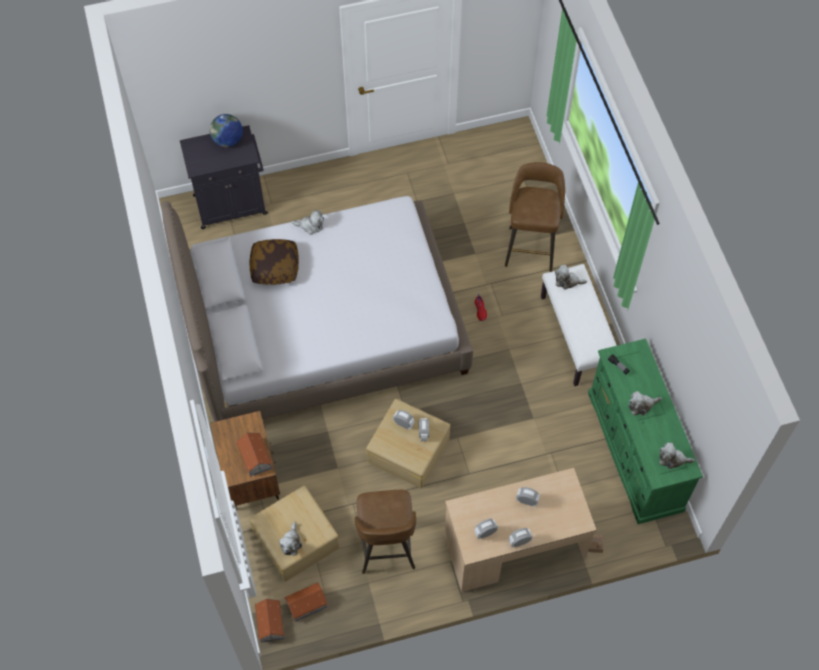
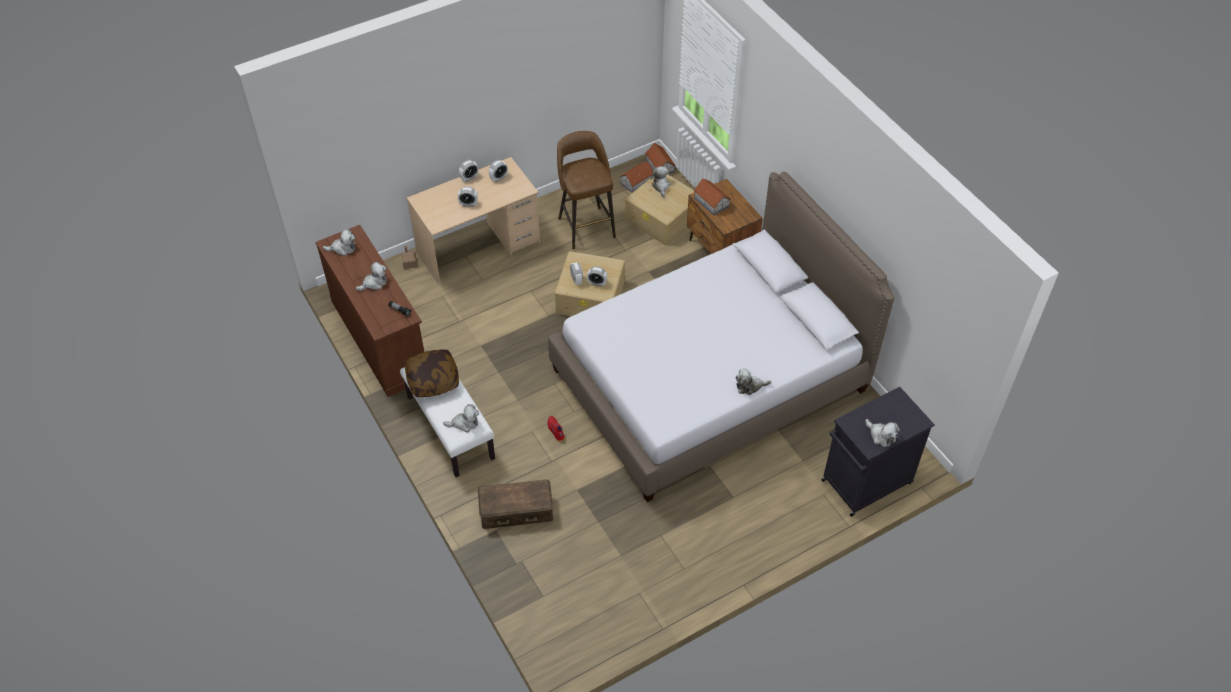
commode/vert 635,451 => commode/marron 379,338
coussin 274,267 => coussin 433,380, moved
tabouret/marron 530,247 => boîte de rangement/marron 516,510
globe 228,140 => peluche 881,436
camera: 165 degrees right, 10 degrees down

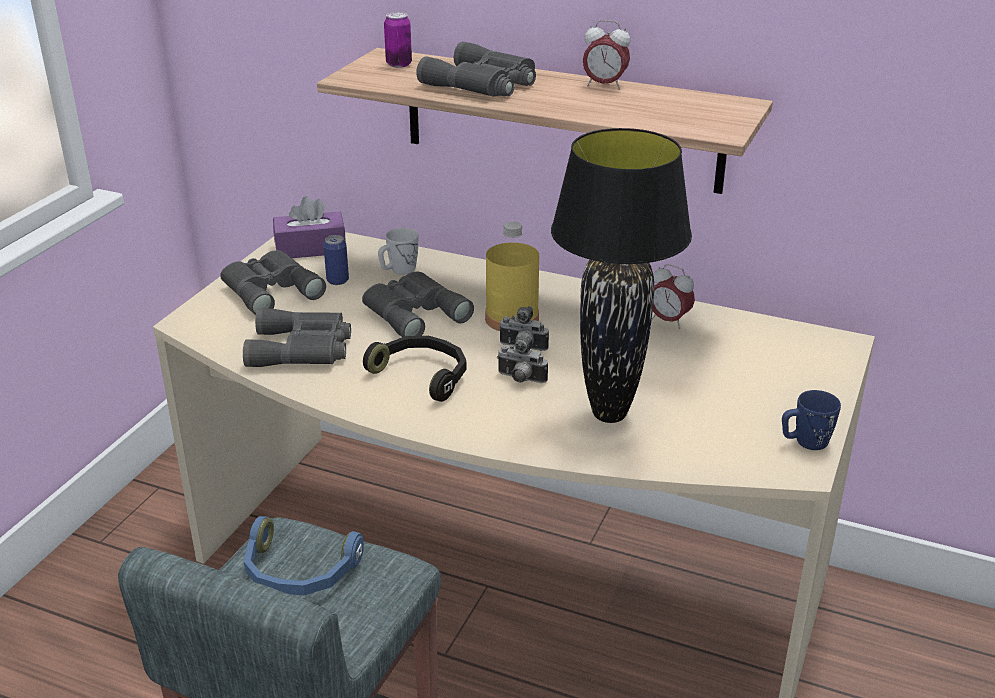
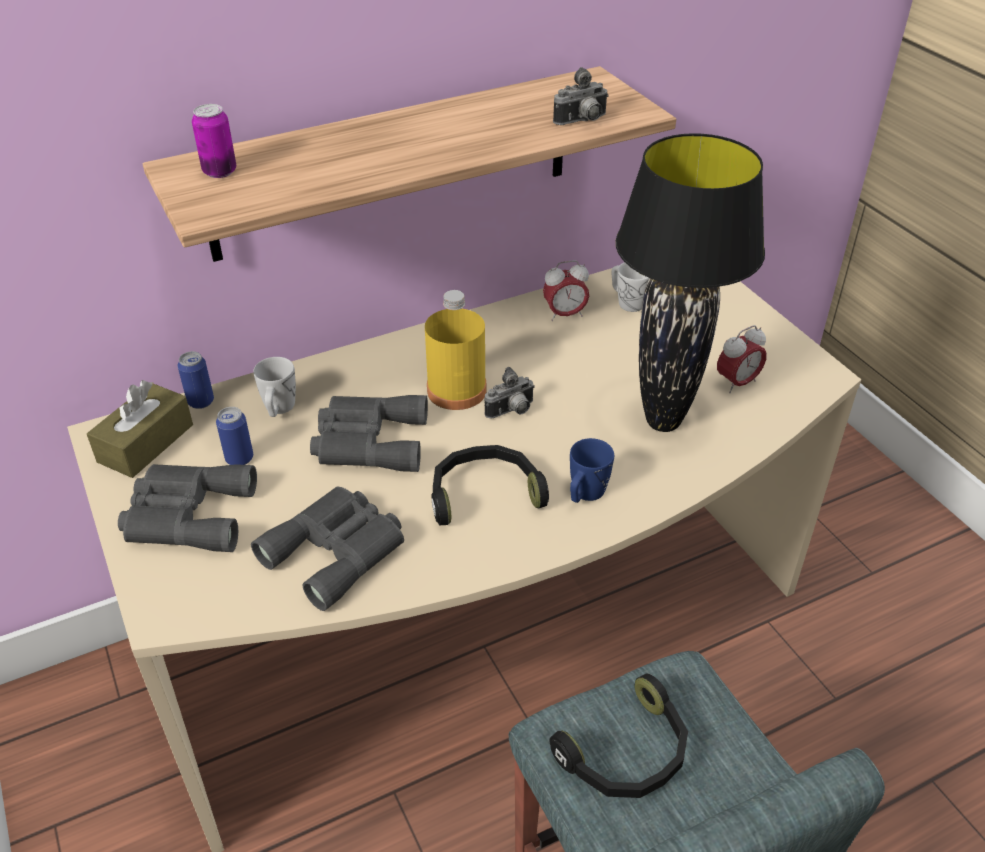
boîte à mouchoirs/violet 310,248 => boîte à mouchoirs/marron 146,443
nothing => boîte métallique 201,401
casque audio/bleu 298,572 => casque audio/noir 627,754
appareil photo 520,379 => appareil photo 582,122, moved
mug/bleu 805,442 => mug/bleu 585,494, moved
nothing => mug/blanc 627,302
réveil 604,85 => réveil 737,383, moved
jumelles/gris 482,84 => nothing
camera: 50 degrees left, 10 degrees up

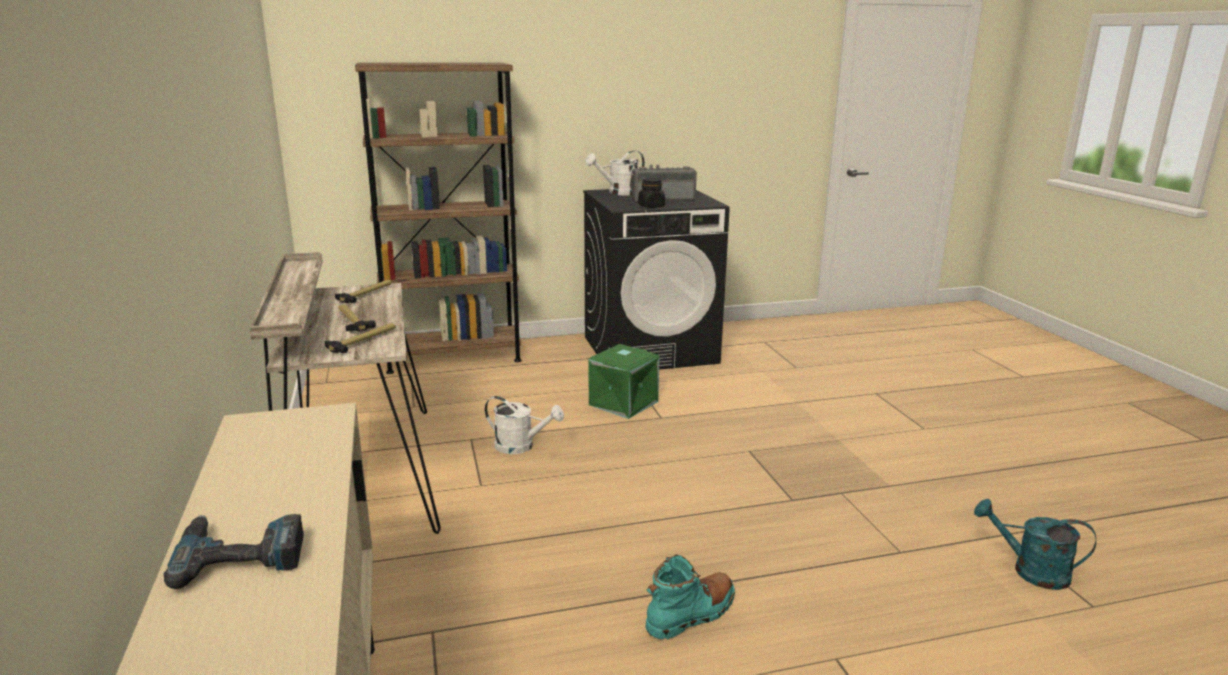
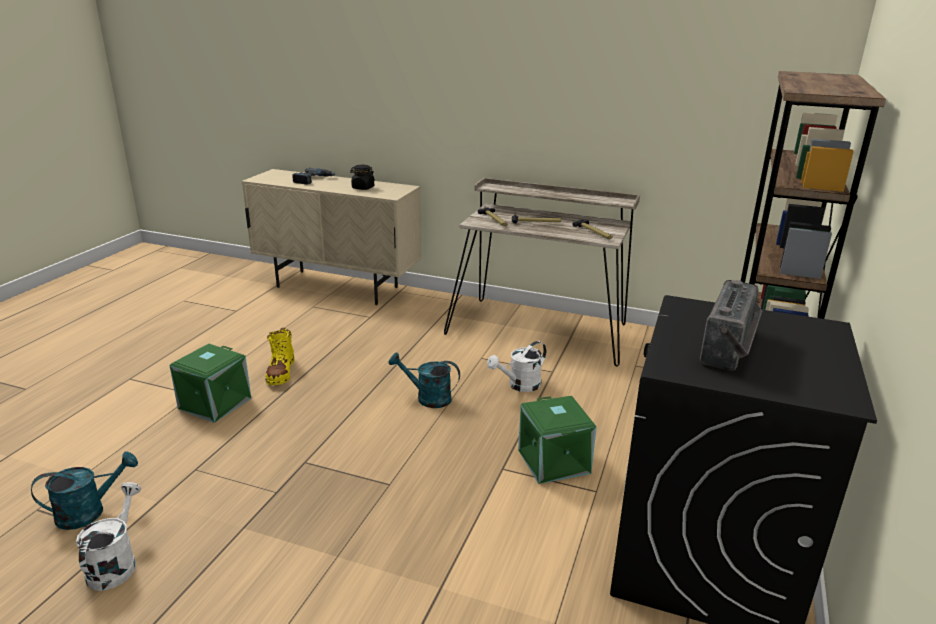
arrosoir/blanc 619,193 => arrosoir/blanc 116,564, moved
nothing => boîte de rangement/vert 215,404
botte/turquoise 691,614 => botte/jaune 281,372
bocal/noir 651,206 => bocal/noir 363,188, moved
nothing => arrosoir/turquoise 427,398
camera: 125 degrees right, 5 degrees up

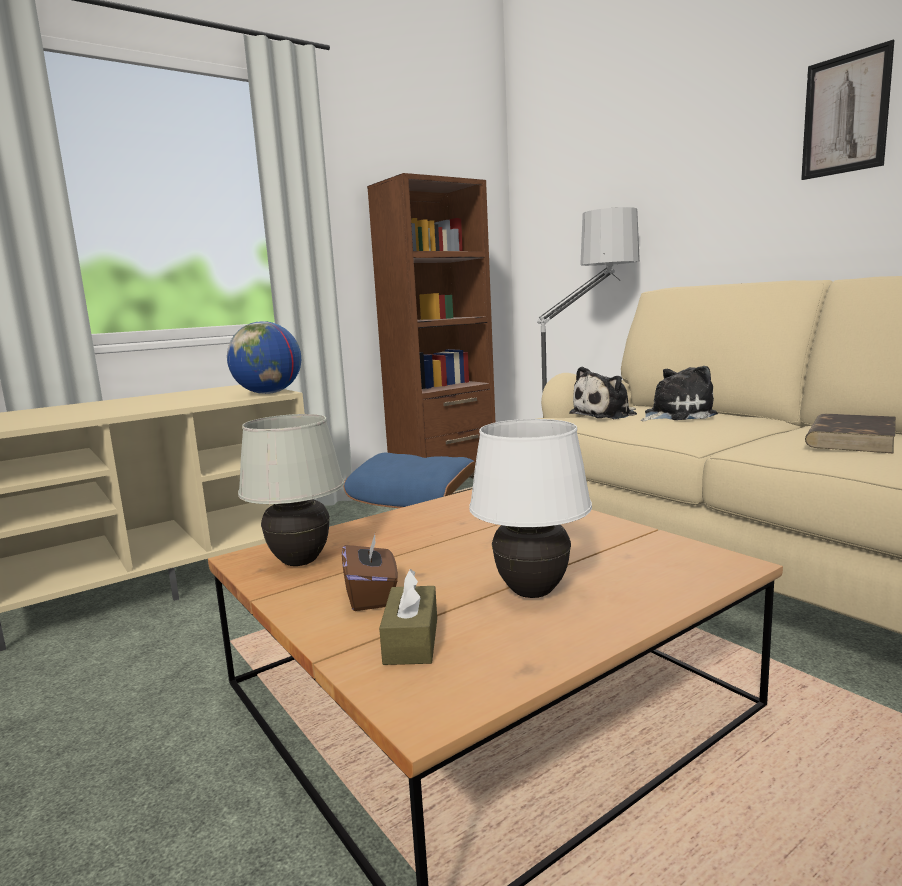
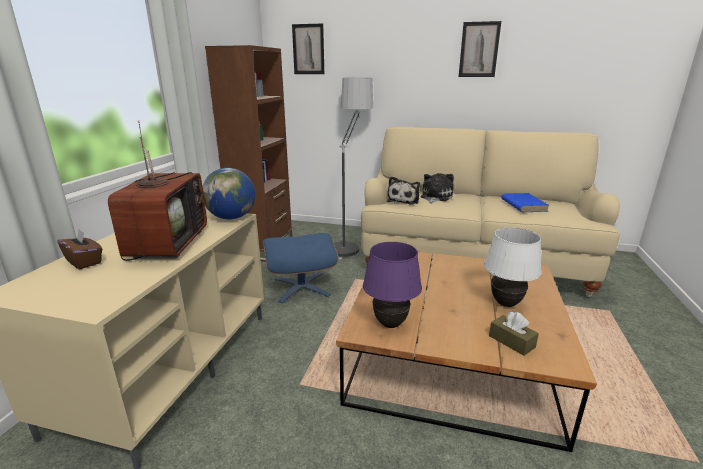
boîte à mouchoirs/marron 372,595 => boîte à mouchoirs/marron 84,261, moved
nothing => téléviseur 167,243
nothing => tableau 308,49
lampe de table/blanc 300,562 => lampe de table/violet 390,324
livre/marron 850,439 => livre/bleu 523,205
camera: 40 degrees left, 10 degrees up

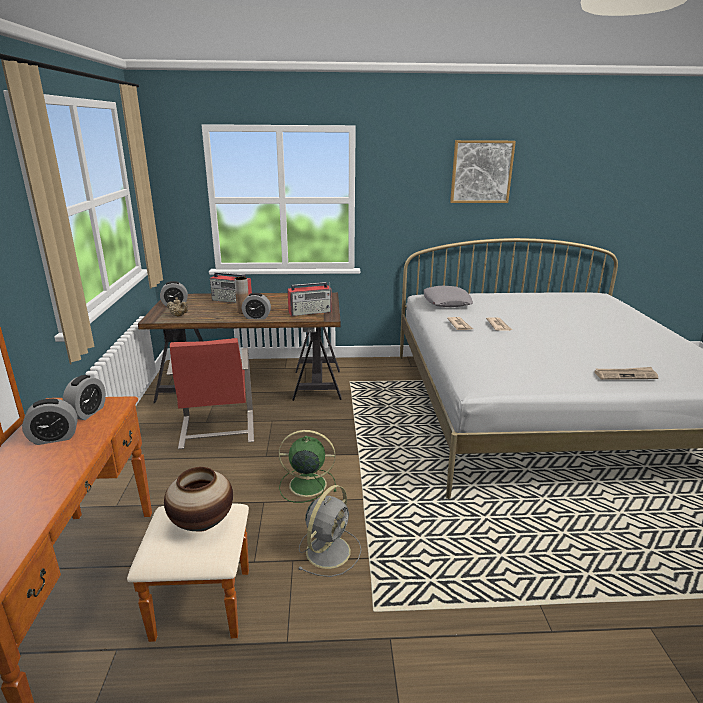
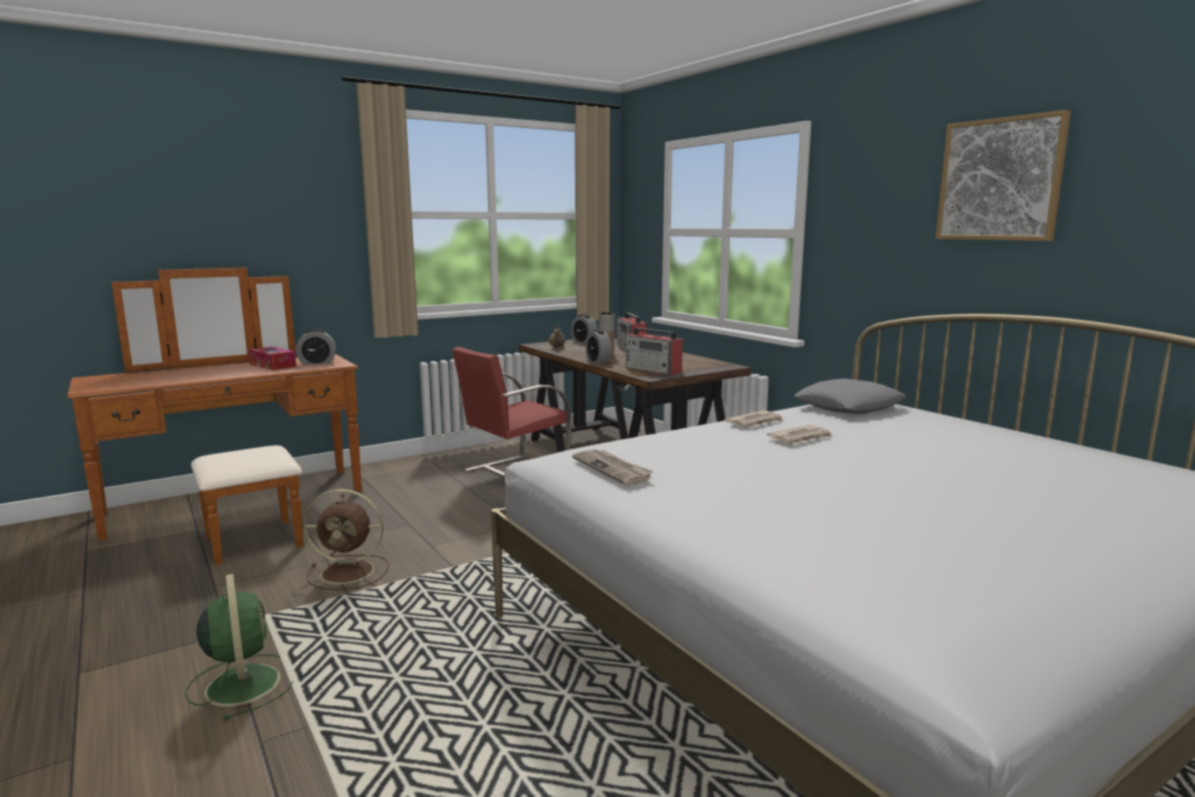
ventilateur/vert 306,485 => ventilateur/vert 242,683, moved
réveil 54,438 => boîte à mouchoirs 273,365
ventilateur/gris 329,550 => ventilateur/marron 350,572
journal 625,375 => journal 612,469, moved
vase 202,523 => nothing
camera: 60 degrees right, 10 degrees down

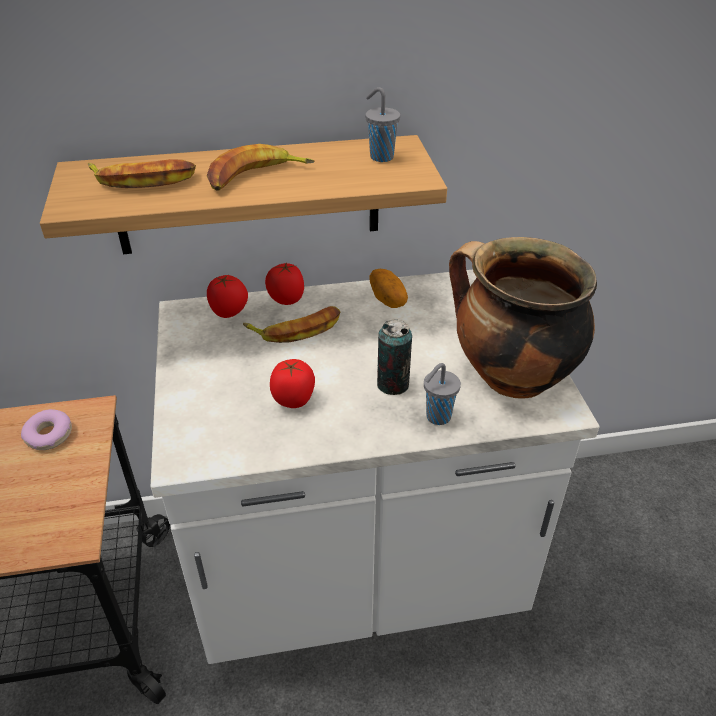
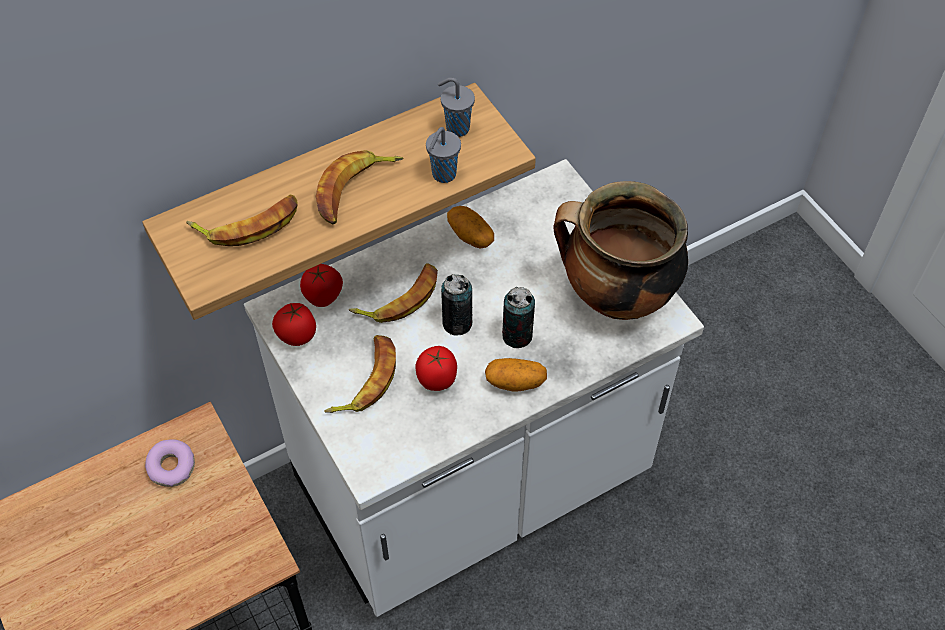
tomate 286,300 => tomate 297,336, moved
nothing => banane 366,380
tasse/gris 437,417 => tasse/gris 443,175, moved
nothing => boîte métallique 457,323
nothing => pomme de terre 515,382
camera: 20 degrees left, 15 degrees up

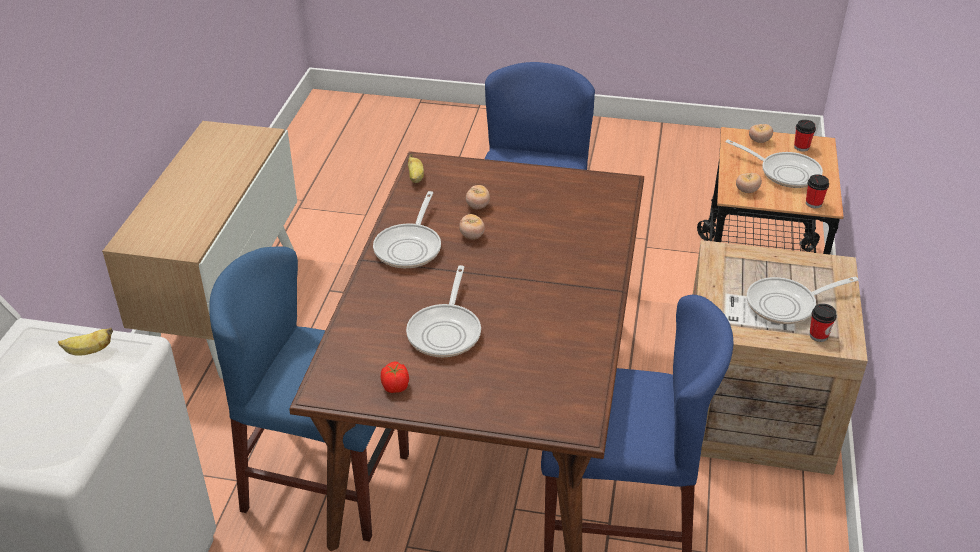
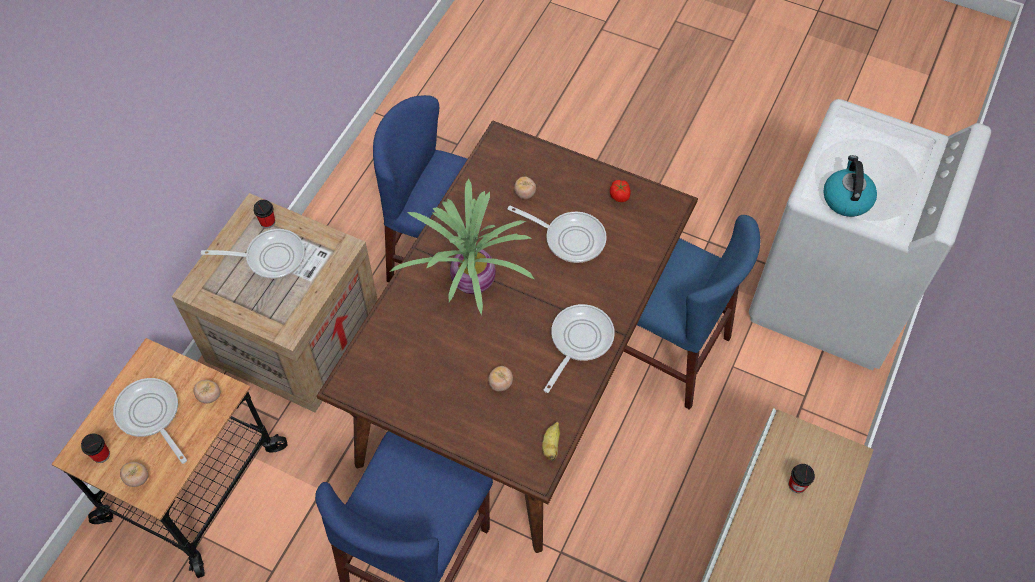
nothing => plante en pot 470,280
poêle 446,331 => poêle 570,238, 90 degrees clockwise
tomate 472,236 => tomate 525,194, moved
tasse 813,203 => tasse 797,485, moved
banane 88,351 => bouilloire 846,198
camera: 165 degrees left, 20 degrees up

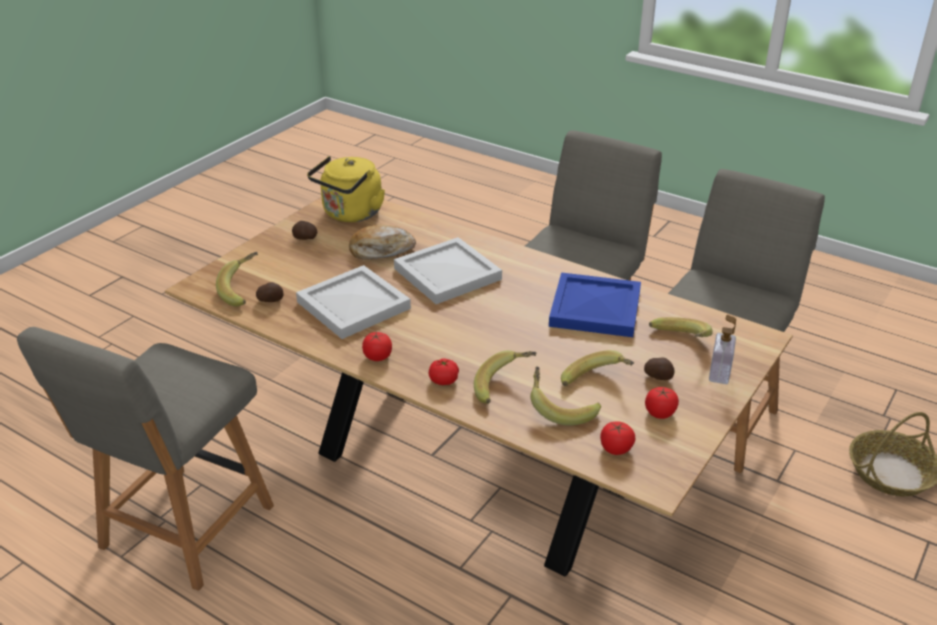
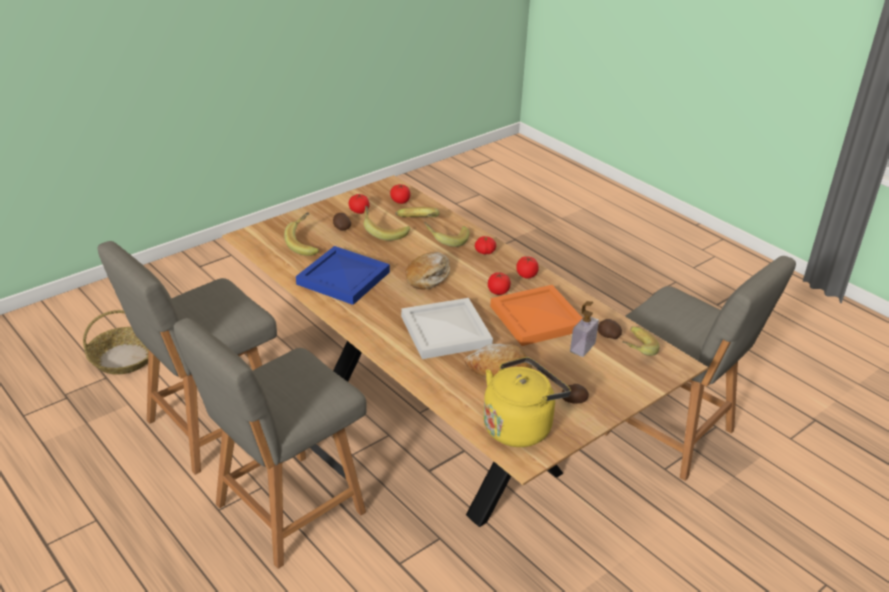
nothing => pain 428,276
nothing => tomate 498,291
plateau/blanc 354,304 => plateau/orange 536,319
distributeur de savon 719,373 => distributeur de savon 582,348, moved
chaise/gris 183,531 => chaise/gris 672,434, 90 degrees clockwise
camera: 165 degrees left, 0 degrees up

